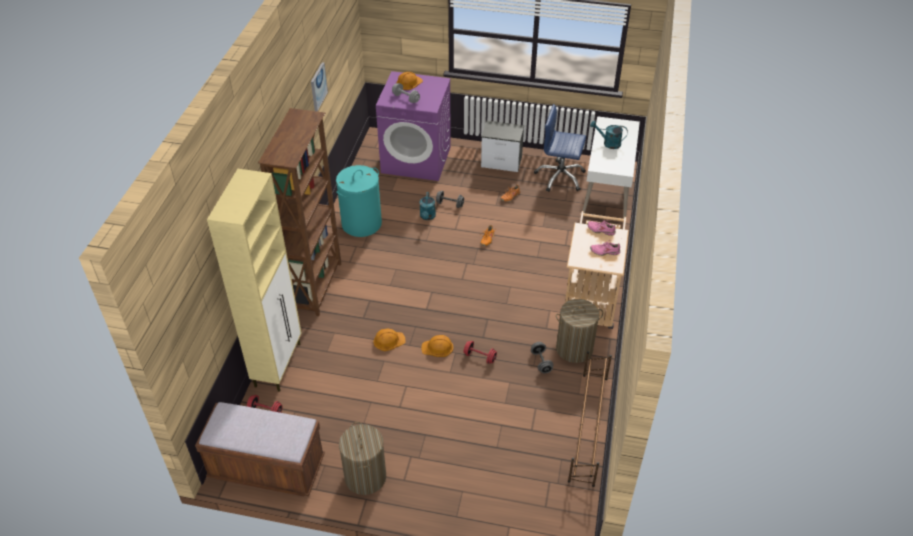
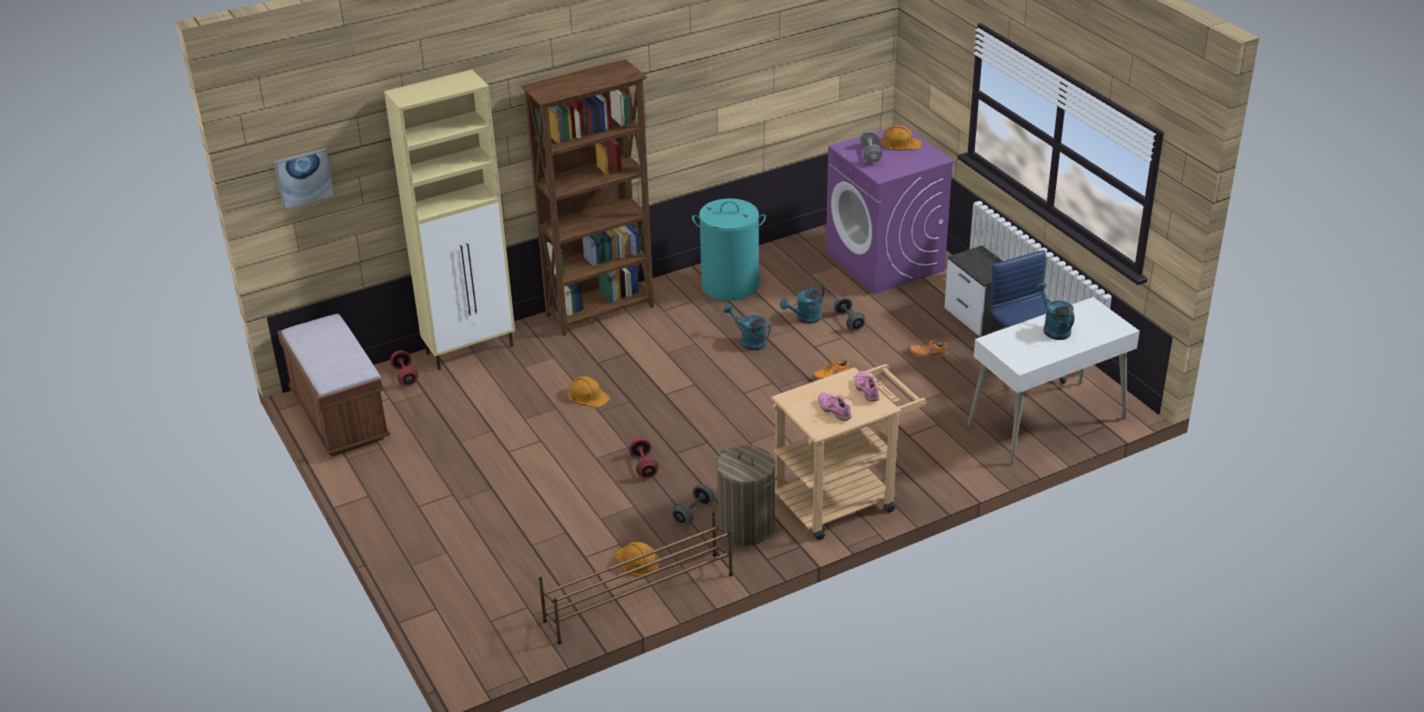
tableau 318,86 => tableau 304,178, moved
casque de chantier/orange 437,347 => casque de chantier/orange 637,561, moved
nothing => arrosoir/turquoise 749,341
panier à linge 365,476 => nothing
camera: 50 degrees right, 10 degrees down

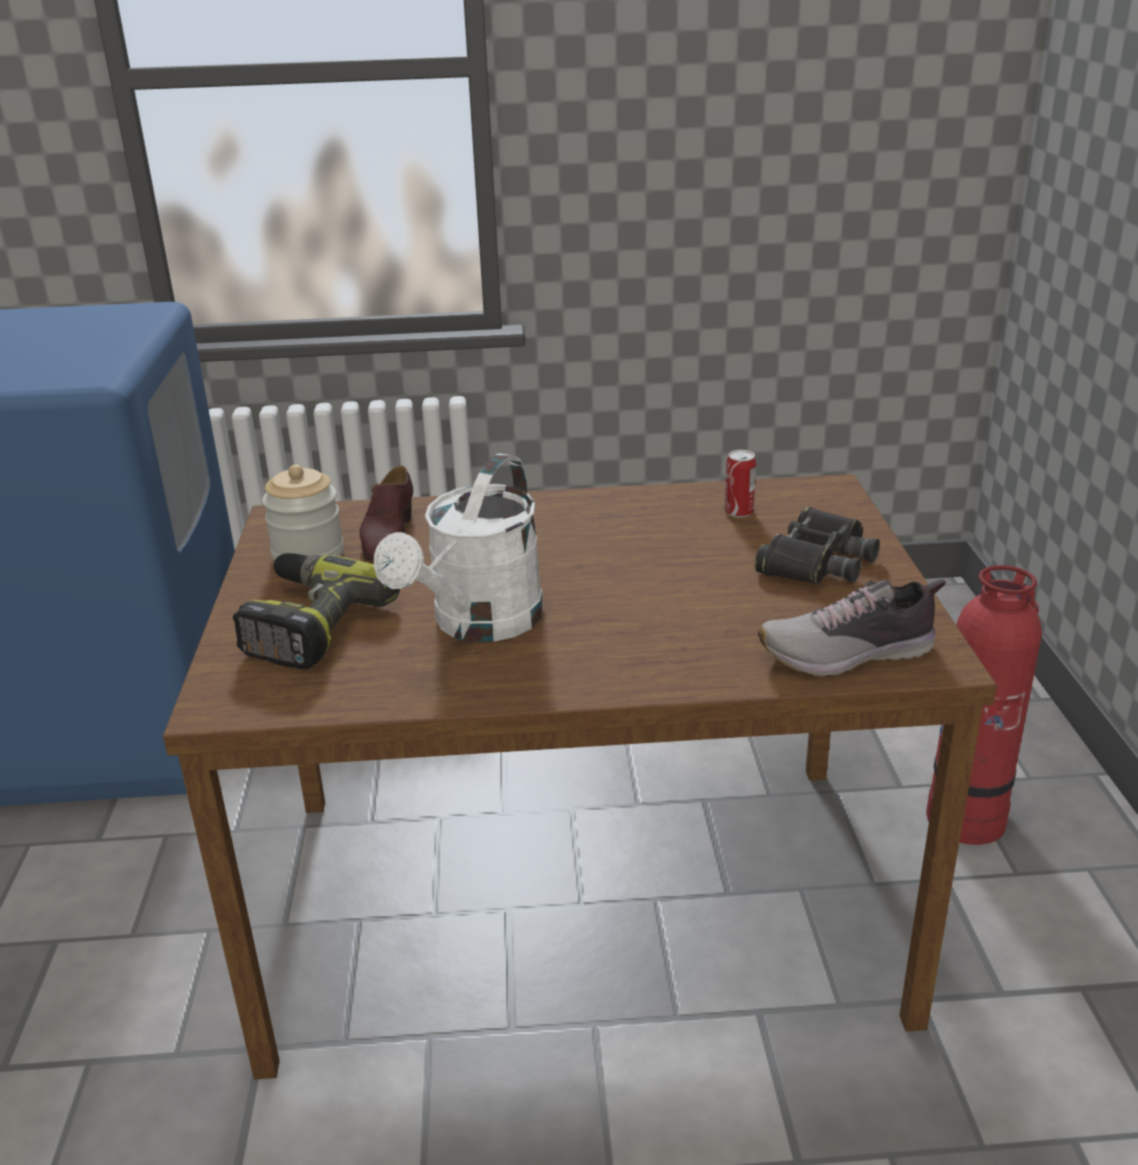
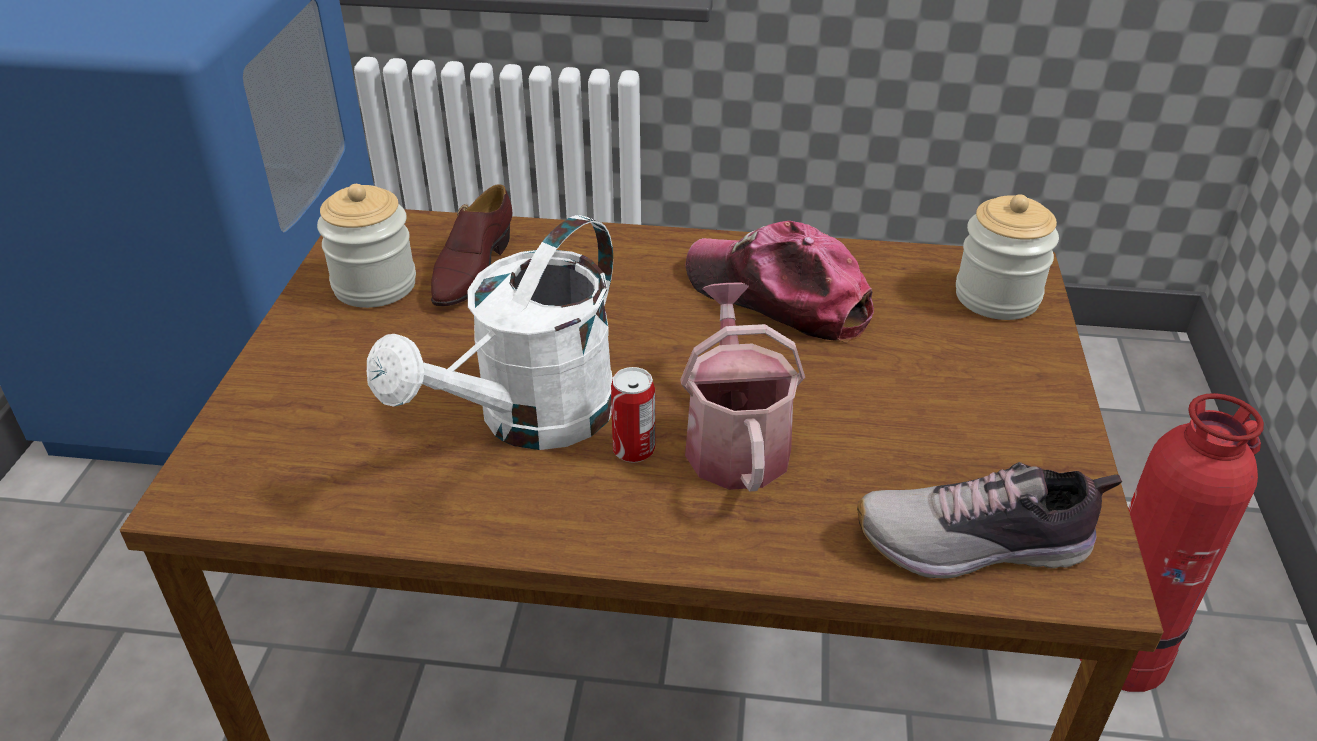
boîte métallique 739,512 => boîte métallique 633,449, moved
nothing => arrosoir 735,439
nothing => casquette 778,297
nothing => bocal 997,297
perceuse 307,624 => nothing
jumelles/noir 817,561 => nothing
camera: 10 degrees right, 10 degrees up

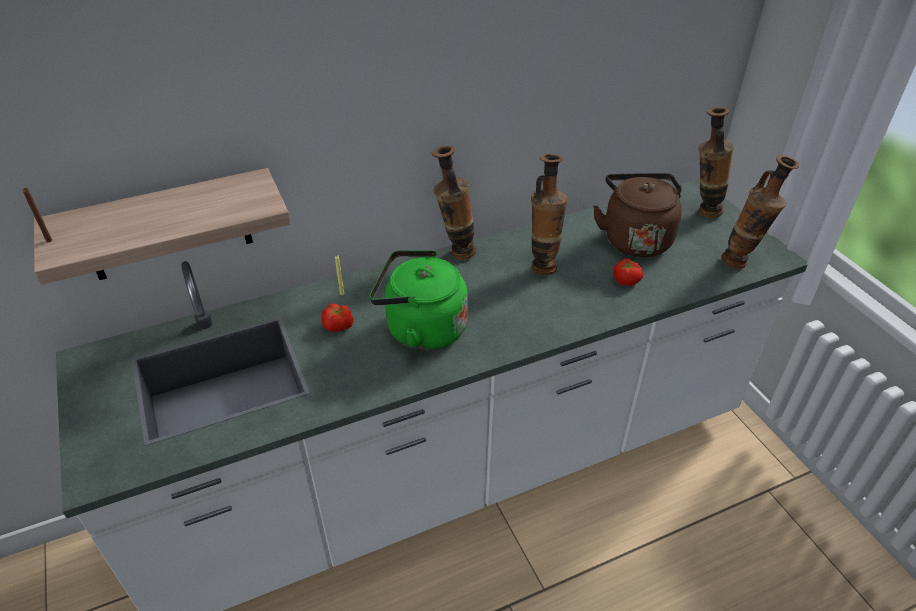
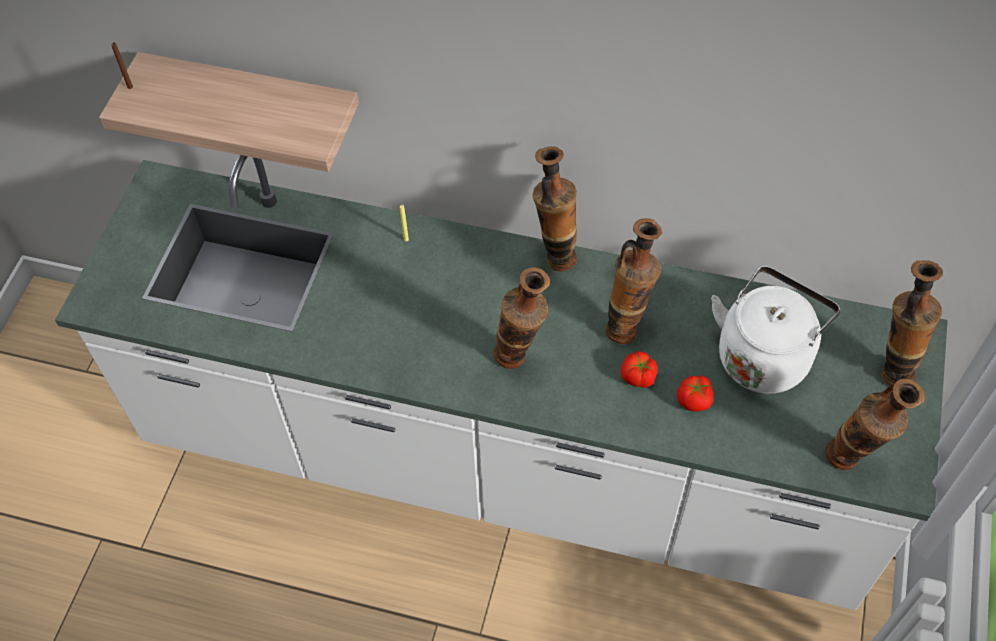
nothing => vase 520,360
tomate 338,326 => tomate 638,376, moved
bouilloire/marron 635,238 => bouilloire/blanc 764,354
bouilloire/vert 421,329 => nothing
camera: 40 degrees right, 15 degrees up

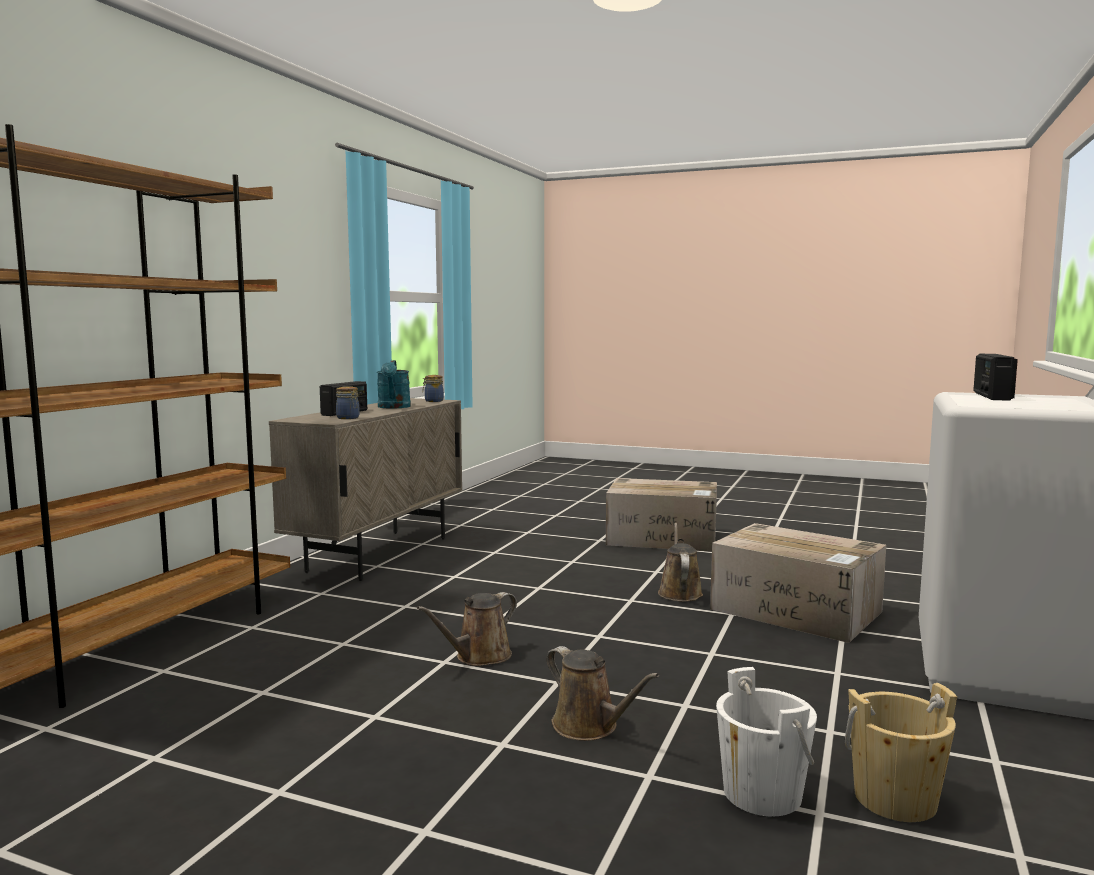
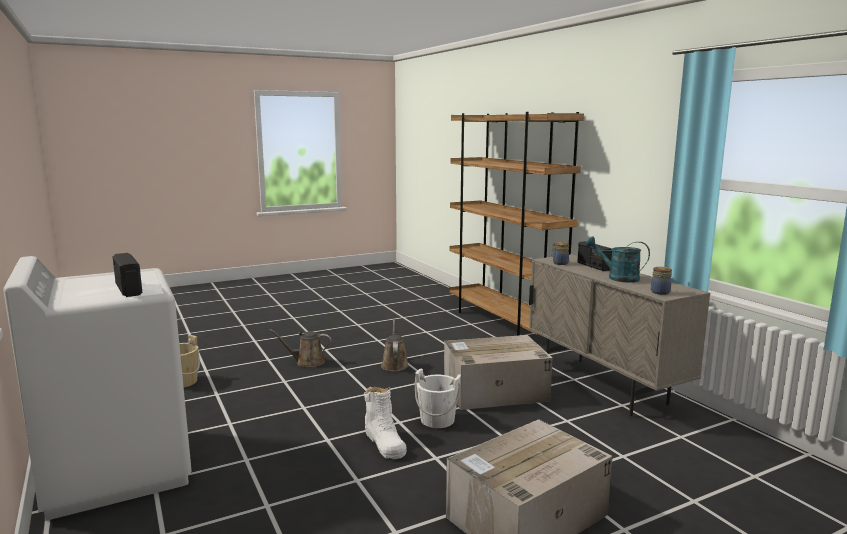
arrosoir/marron 679,592 => botte/blanc 384,443
seau/blanc 762,794 => seau/blanc 437,420, moved
carton 798,611 => carton 493,391, moved
camera: 130 degrees right, 5 degrees up

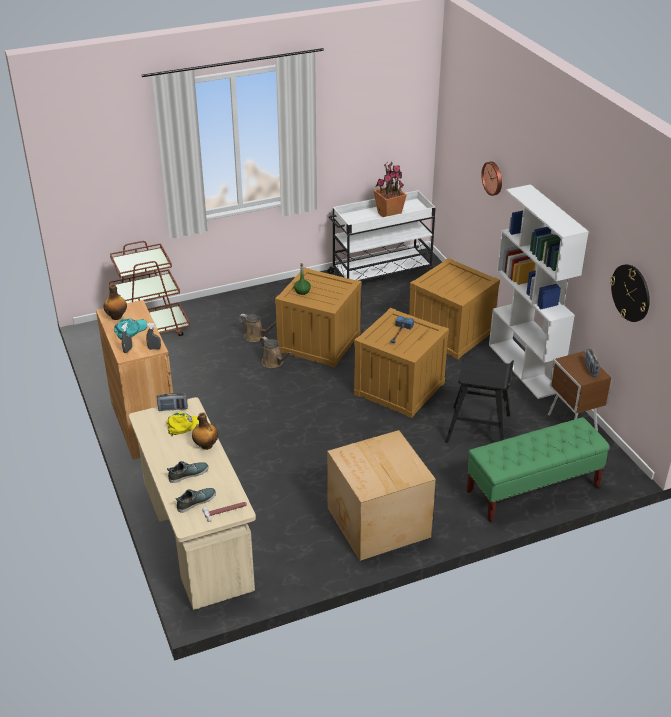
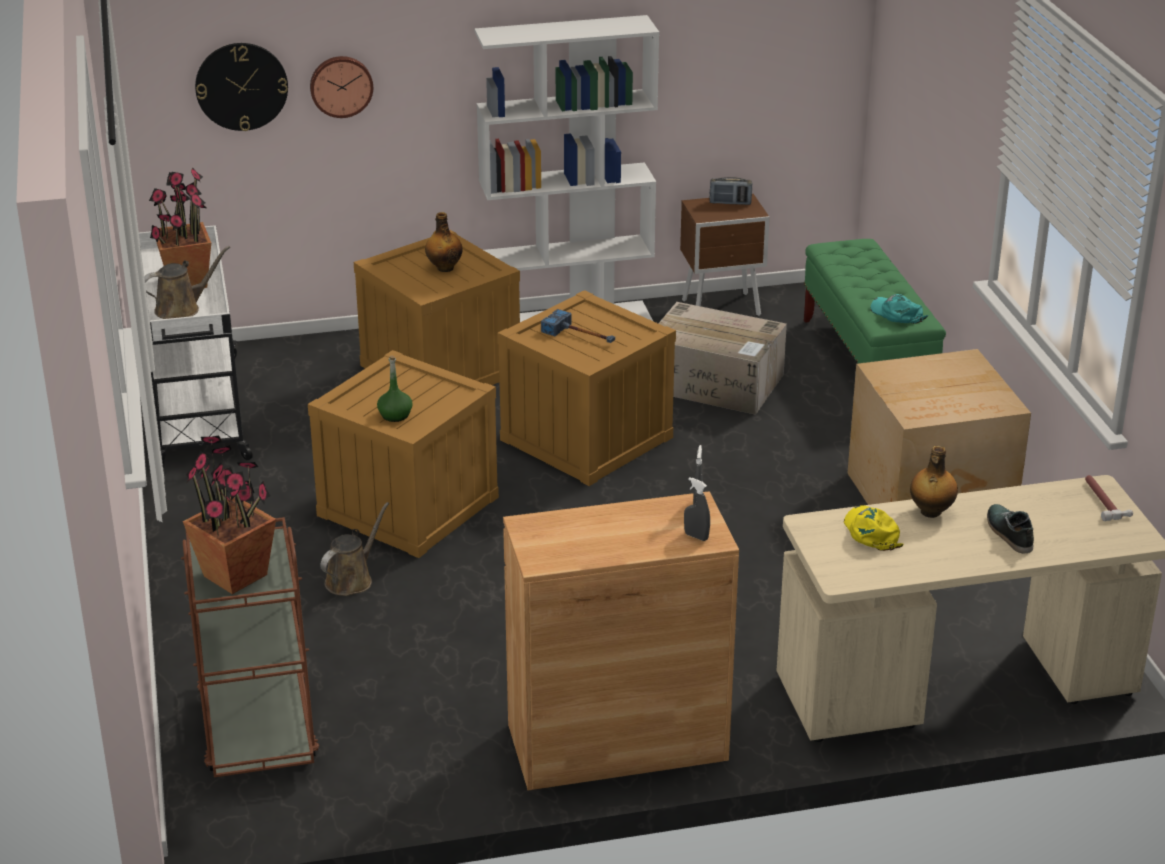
arrosoir/marron 274,362 => arrosoir/marron 181,308, moved
nothing => plante en pot 236,576
horloge murale 631,292 => horloge murale 241,86, moved
bouteille 117,316 => bouteille 444,268, moved
tabouret/noir 479,428 => carton 716,382
casquette/turquoise 130,330 => casquette/turquoise 897,313, moved
radio 173,408 => nothing
chaussure 196,501 => nothing
camera: 80 degrees left, 5 degrees down

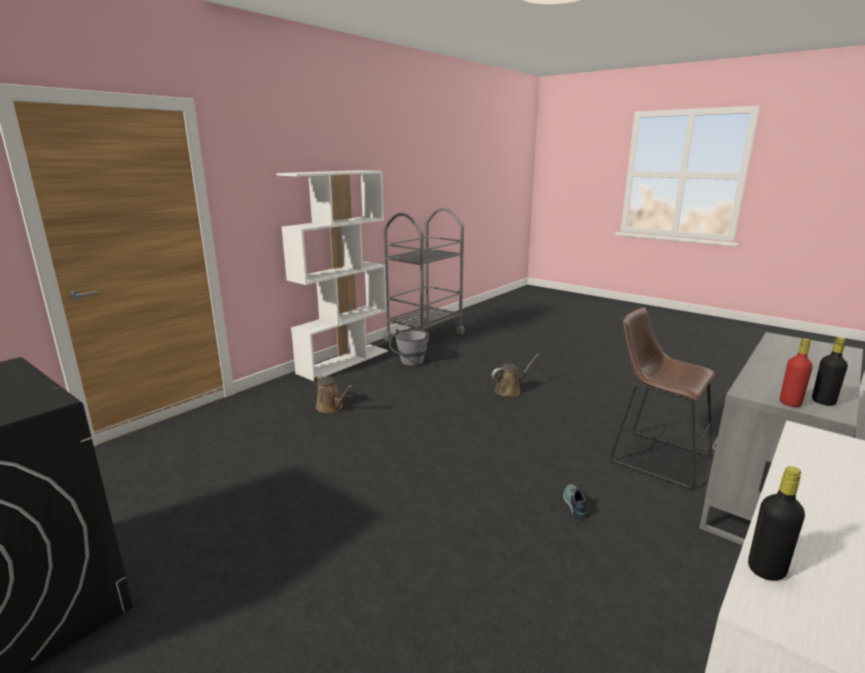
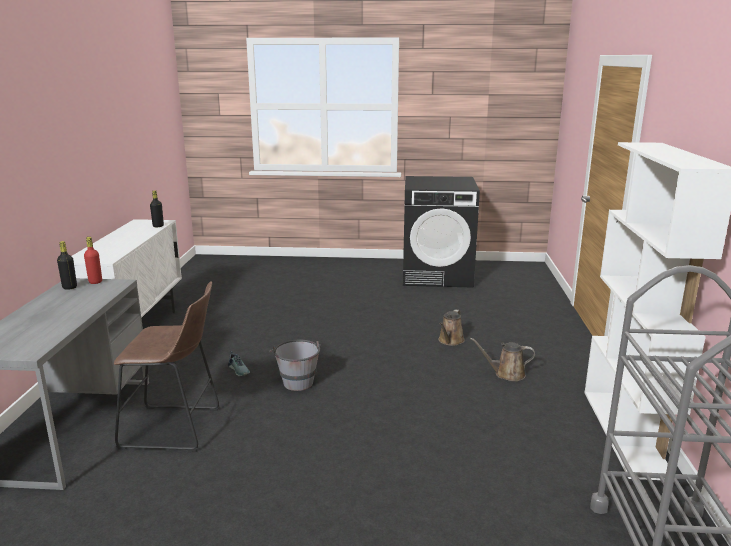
seau/gris 410,363 => seau/gris 297,380, moved
arrosoir/marron 510,390 => arrosoir/marron 450,341, moved
camera: 145 degrees right, 0 degrees up

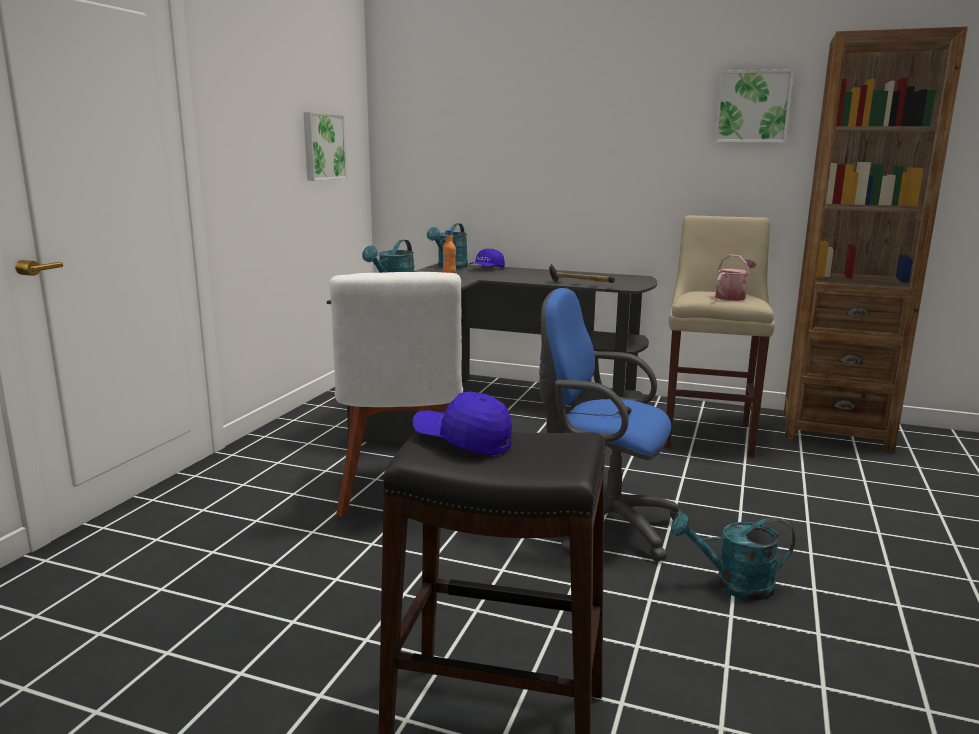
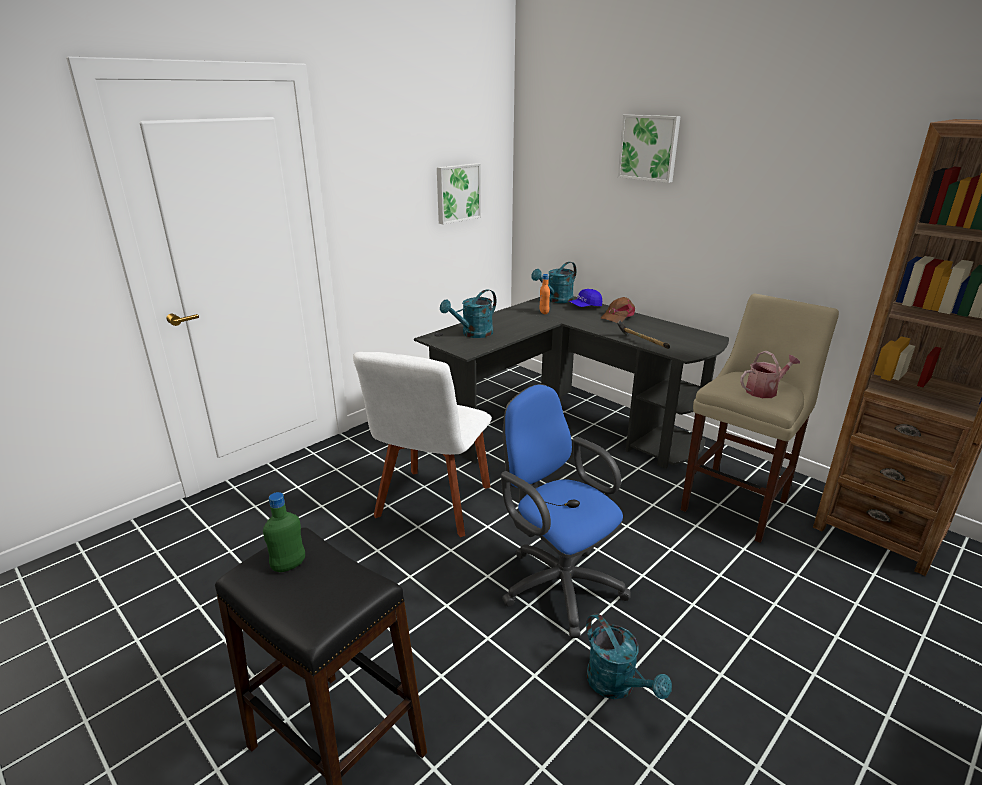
casquette/bleu 462,442 => bouteille/vert 289,566
arrosoir/turquoise 733,585 => arrosoir/turquoise 617,685, 150 degrees counterclockwise
nothing => casquette/marron 618,316
tableau 753,107 => tableau 649,148, moved
camera: 25 degrees right, 10 degrees up

